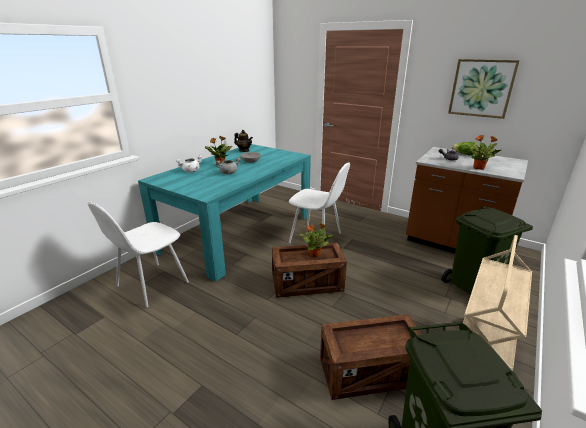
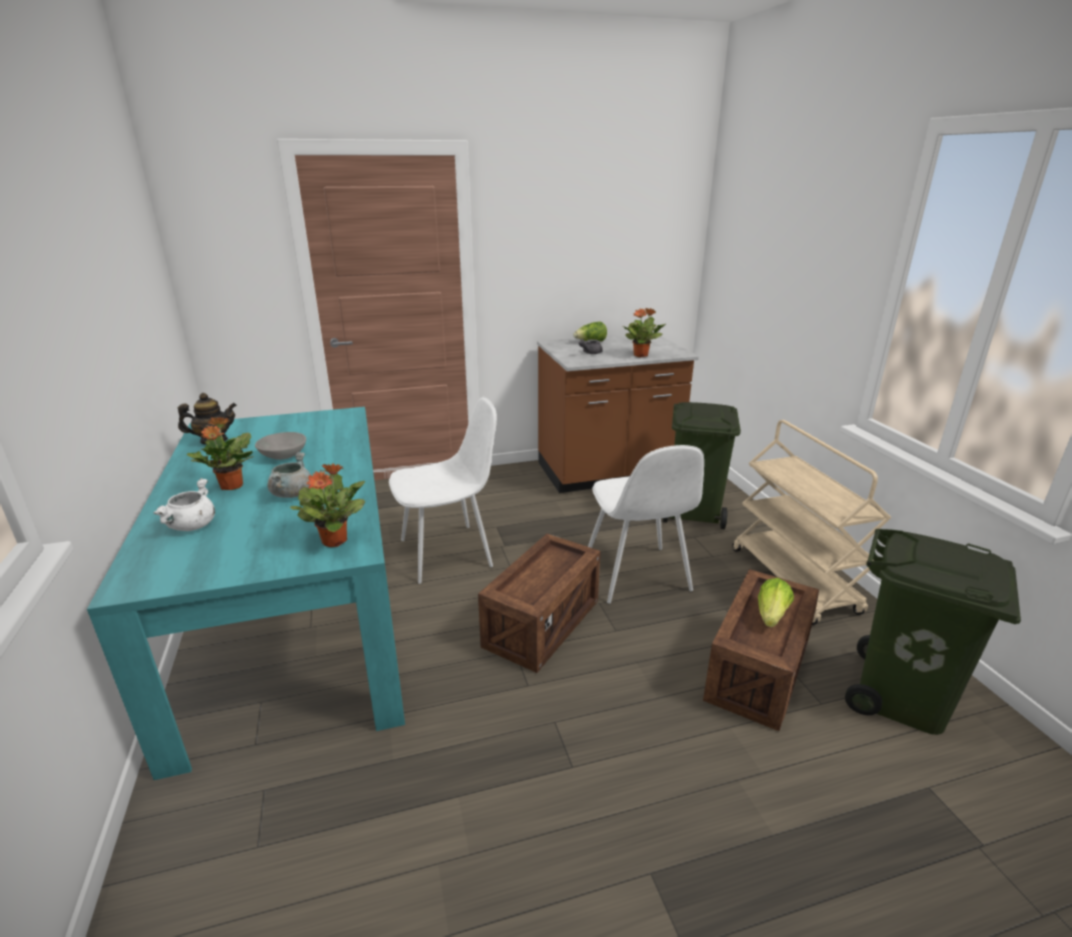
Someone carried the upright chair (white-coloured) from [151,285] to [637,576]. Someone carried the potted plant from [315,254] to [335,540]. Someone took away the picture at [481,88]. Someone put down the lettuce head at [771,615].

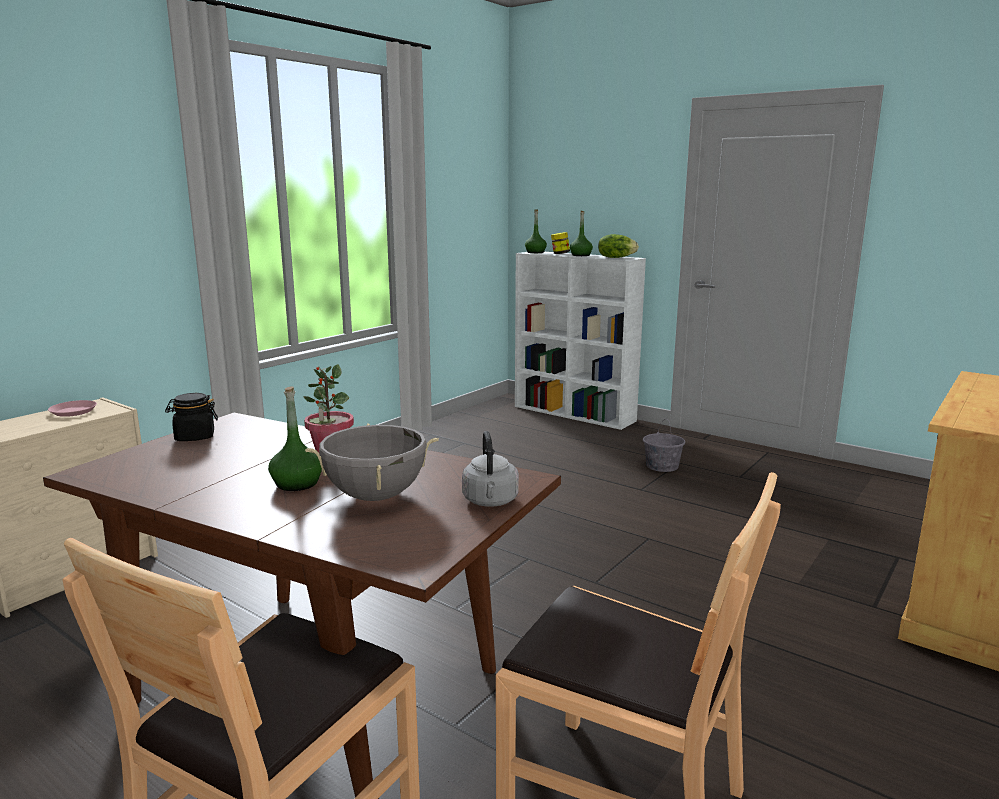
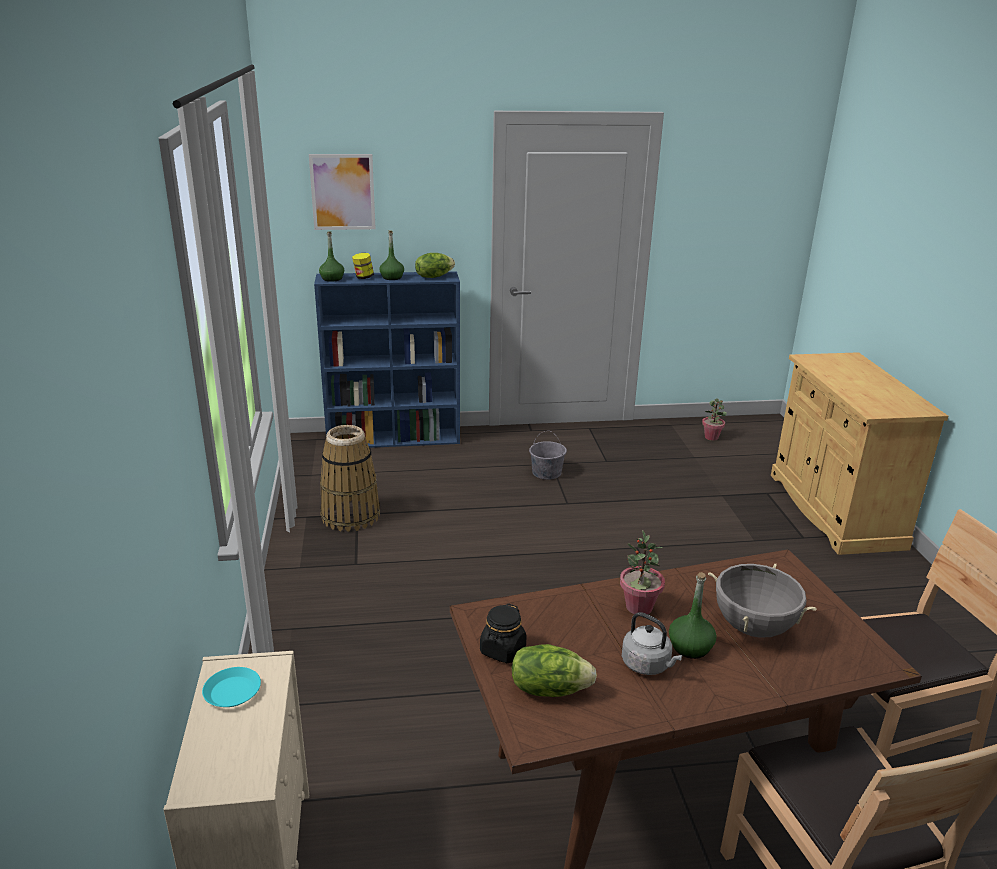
Someone repainted the dinner plate (pink) at [73,411], which became the dinner plate (blue-green) at [232,691]. Someone carried the tea kettle (grey) from [490,501] to [648,665]. Someone repainted the bookcase (white-coloured) at [575,414], which became the bookcase (blue) at [395,438]. Someone put up the picture at [342,192]. Someone put down the storage basket at [350,515]. Someone put down the lettuce head at [549,688]. Someone put down the potted plant at [711,437].

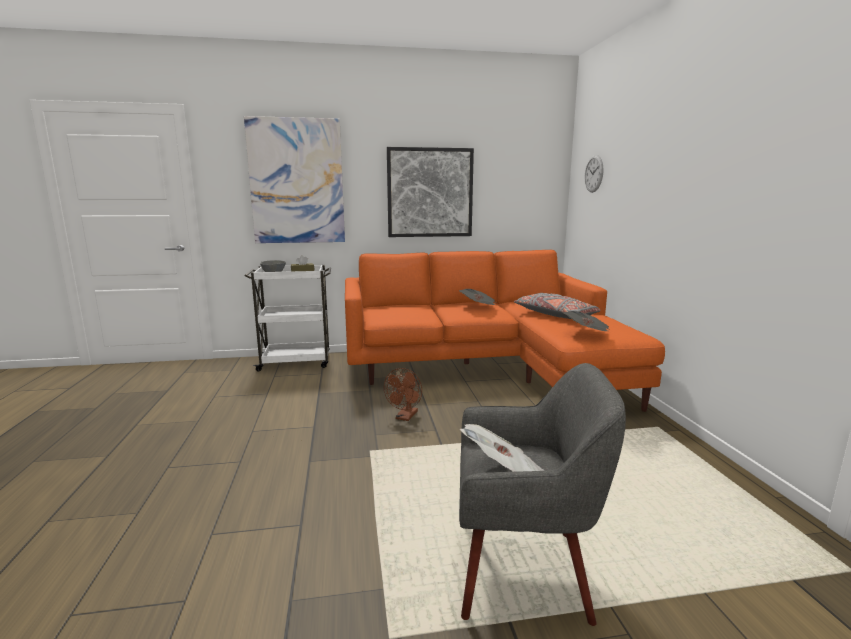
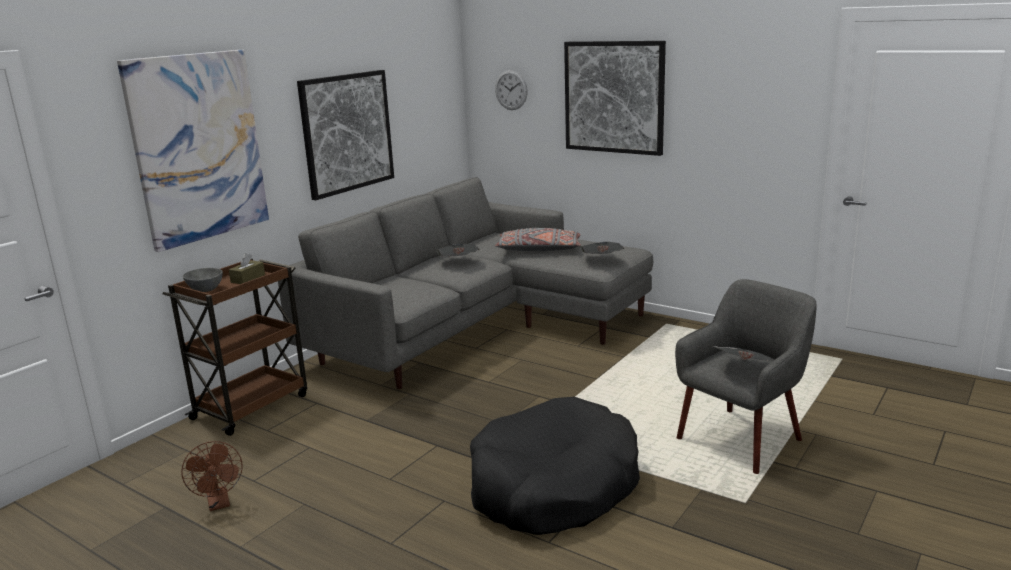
Someone repainted the wheeled cart (white-coloured) at [296,362], which became the wheeled cart (brown) at [252,406]. Someone repainted the sofa (orange-coloured) at [488,370], which became the sofa (grey) at [474,329]. Someone carried the fan (brown) from [405,417] to [219,503]. Someone put down the dog cushion (black) at [553,486]. Someone put up the picture at [614,97].

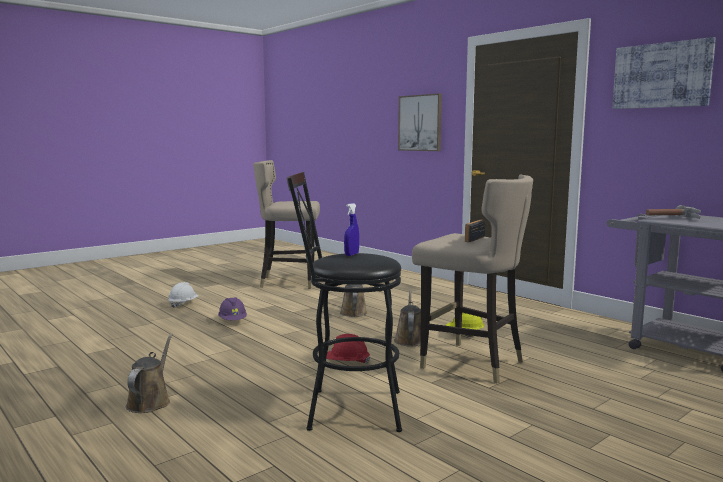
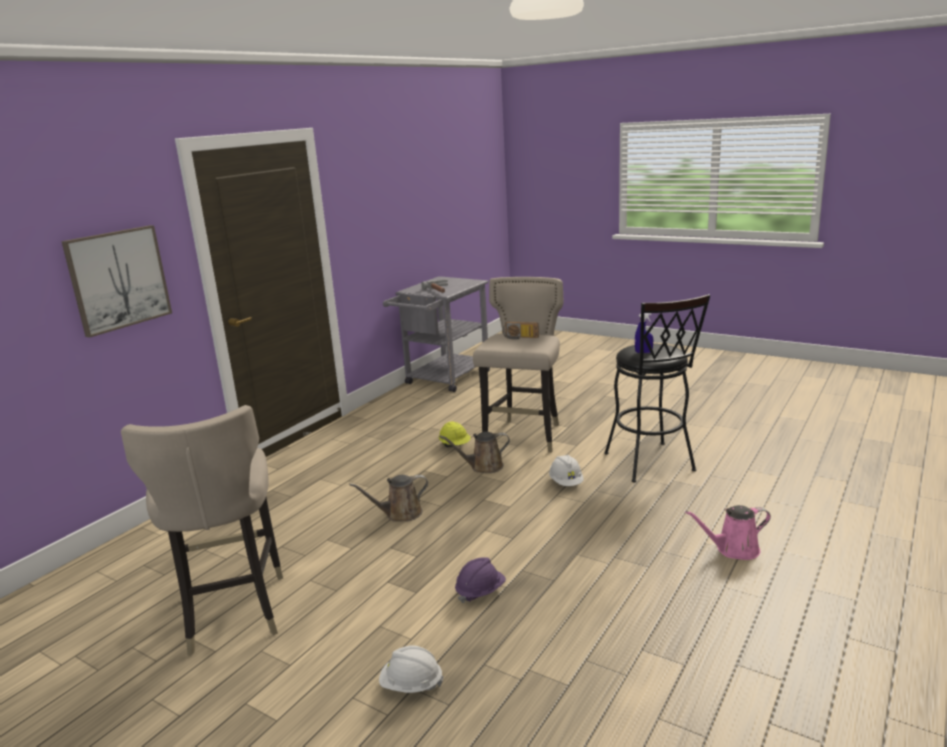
Someone repainted the watering can (brown) at [150,401], which became the watering can (pink) at [733,550]. Someone repainted the work helmet (red) at [347,363], which became the work helmet (white-coloured) at [566,482]. Someone took away the picture at [661,75].

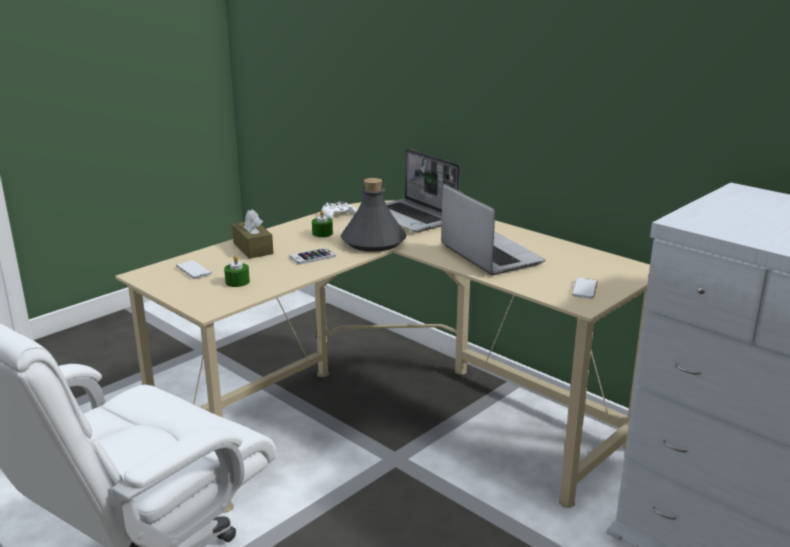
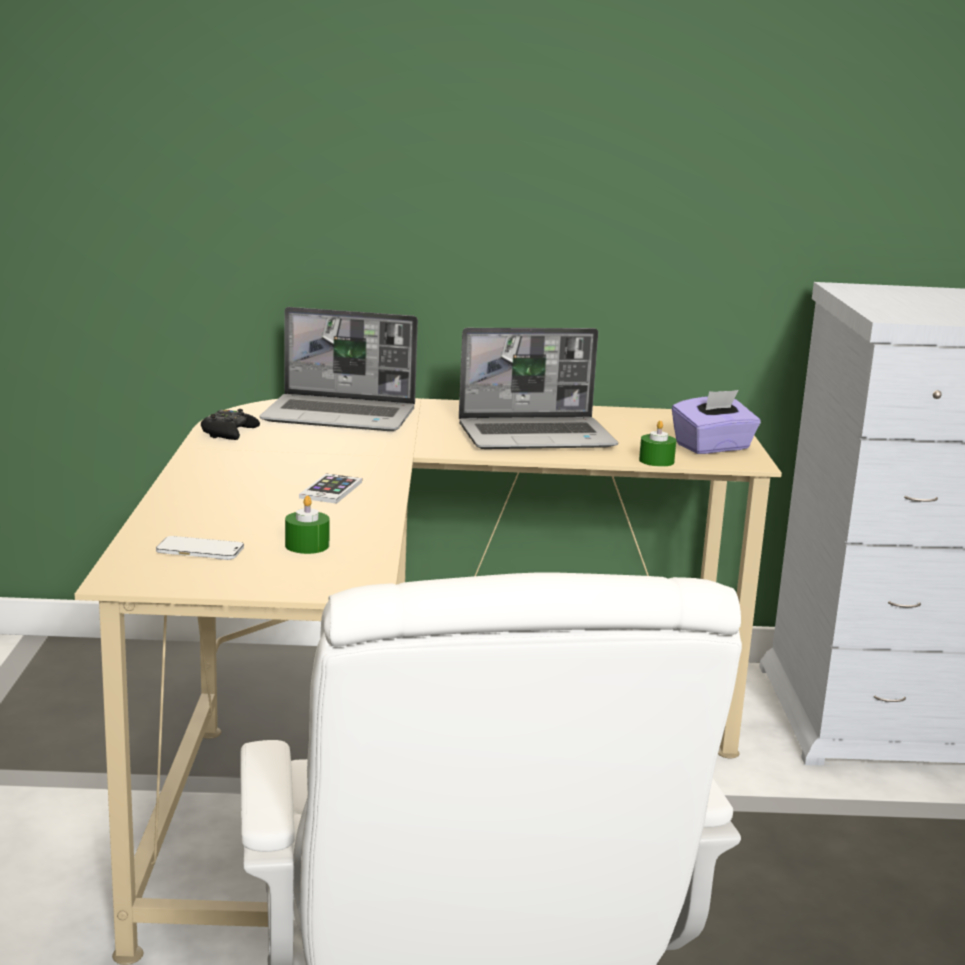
Someone took away the tissue box (brown) at [253,248]. Someone carried the candle (green-coloured) from [322,233] to [656,461]. Someone repainted the game controller (white-coloured) at [338,215], which became the game controller (black) at [229,433]. Someone took away the beverage bottle (grey) at [374,242]. Someone rotated the laptop at [489,254] by 150 degrees clockwise. Someone swapped the handset at [584,289] for the tissue box (purple-coloured) at [713,447].

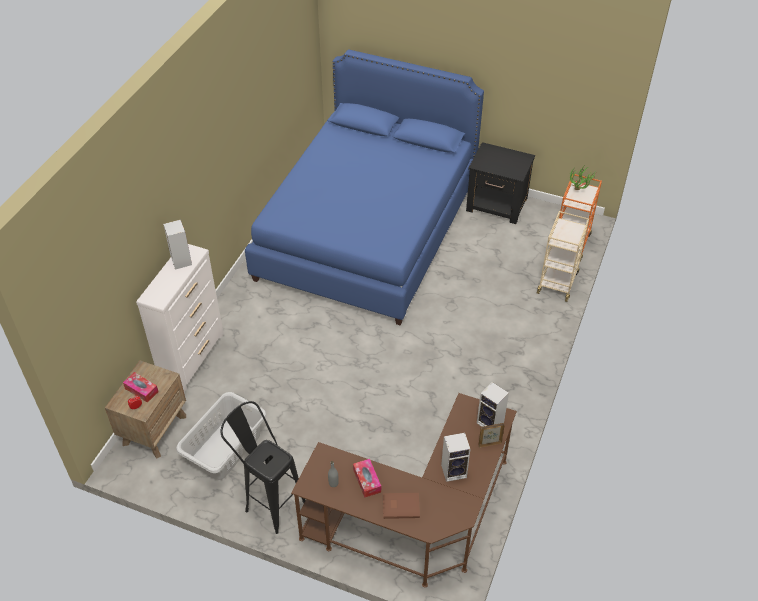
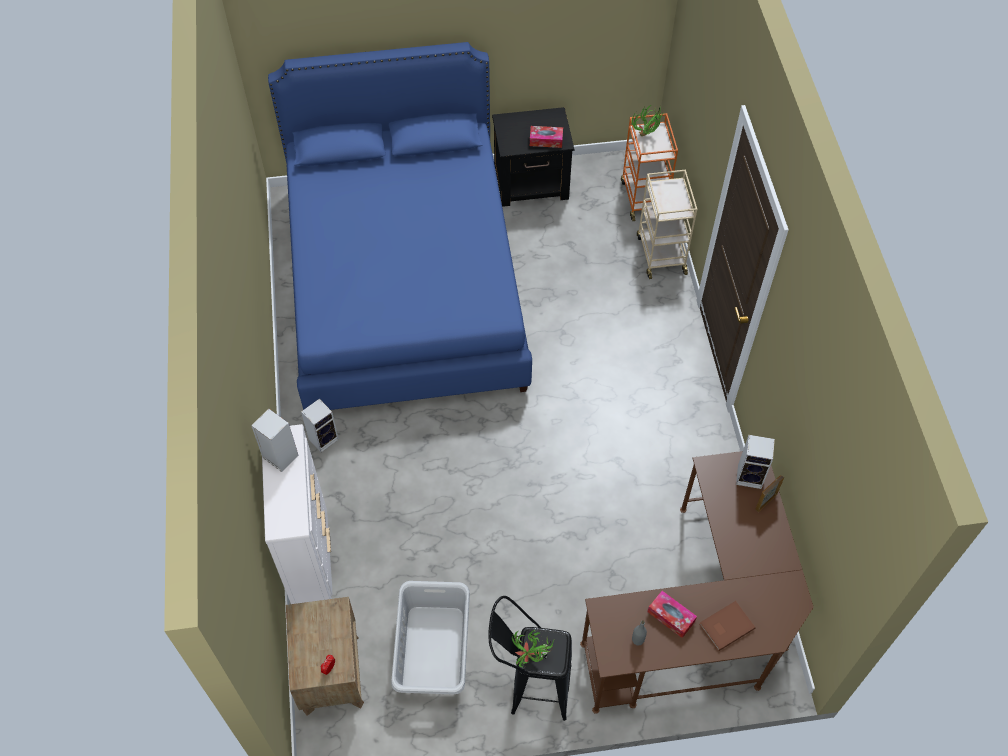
Someone carried the tissue box from [141,390] to [546,140]. Someone carried the speaker from [454,471] to [324,438]. Someone put down the potted plant at [530,659].

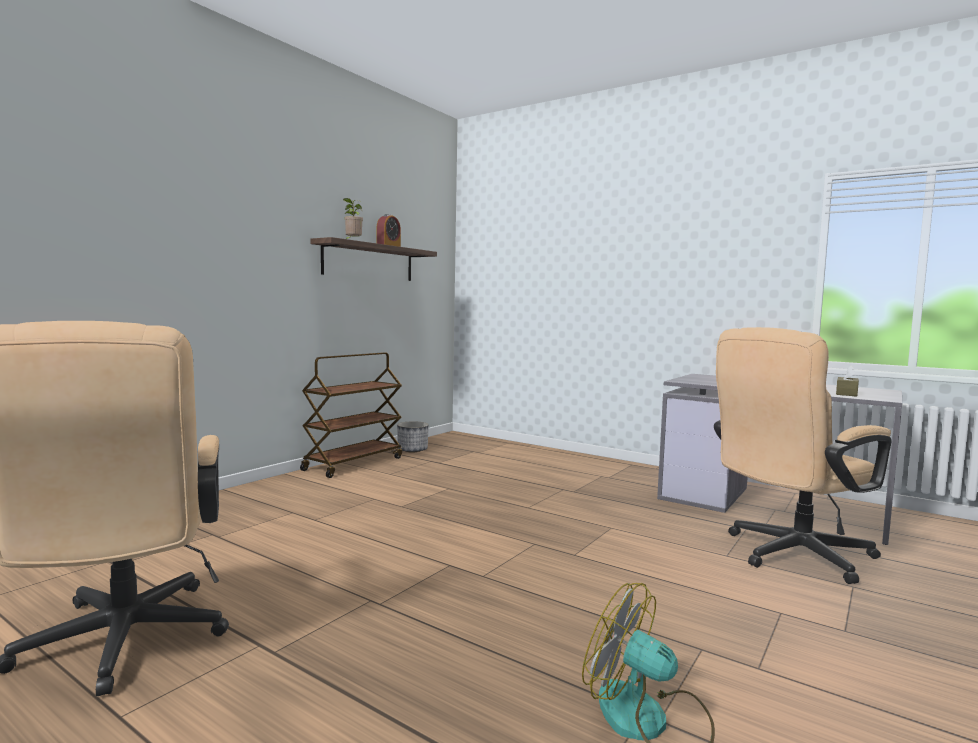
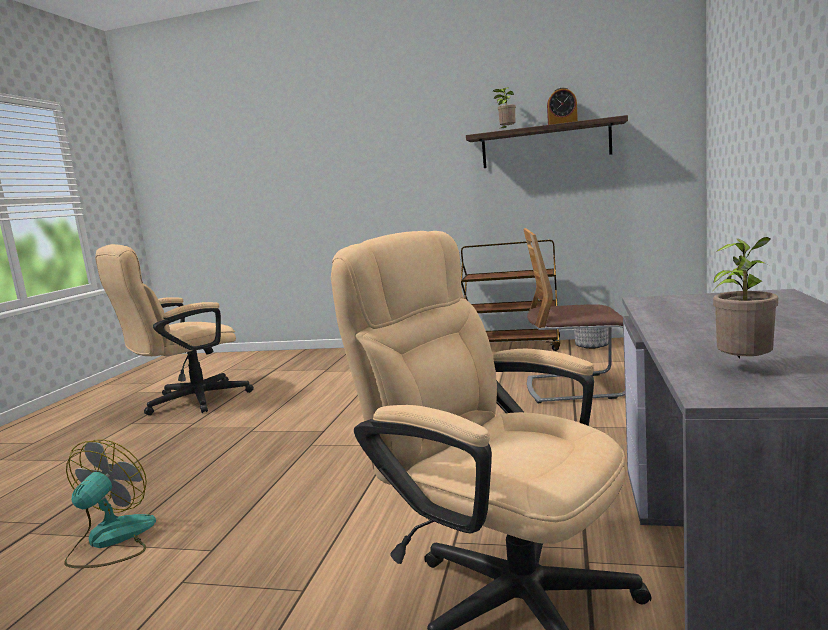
Someone swapped the tissue box (brown) at [846,393] for the potted plant at [744,368]. Someone put down the upright chair at [576,387].

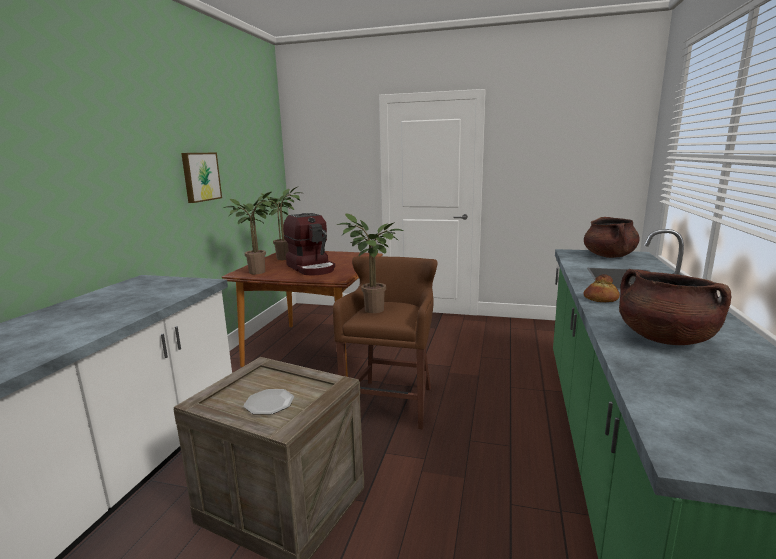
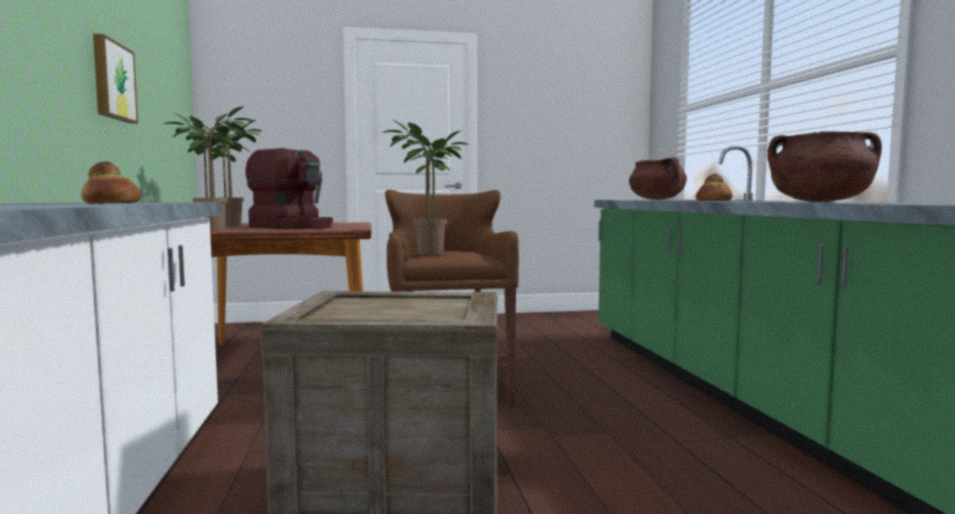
Someone took away the dinner plate at [269,403]. Someone put down the bakery bread at [112,203].

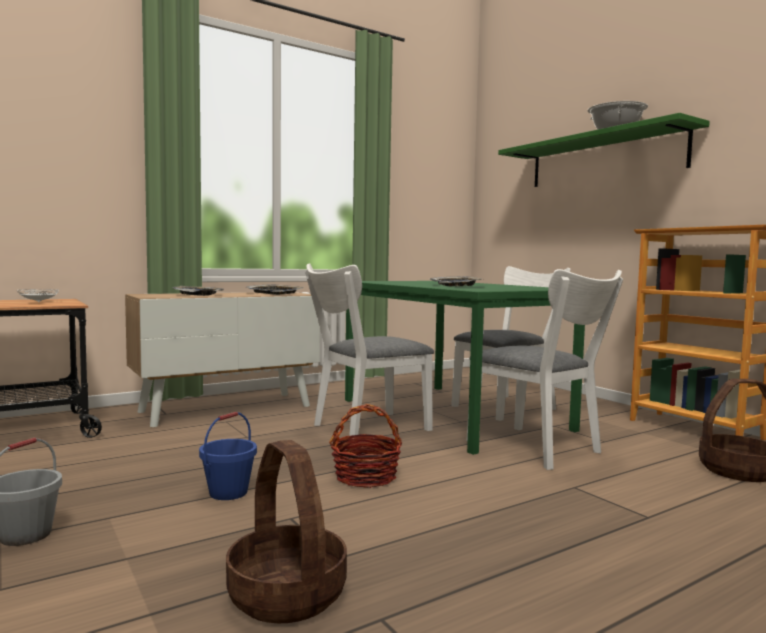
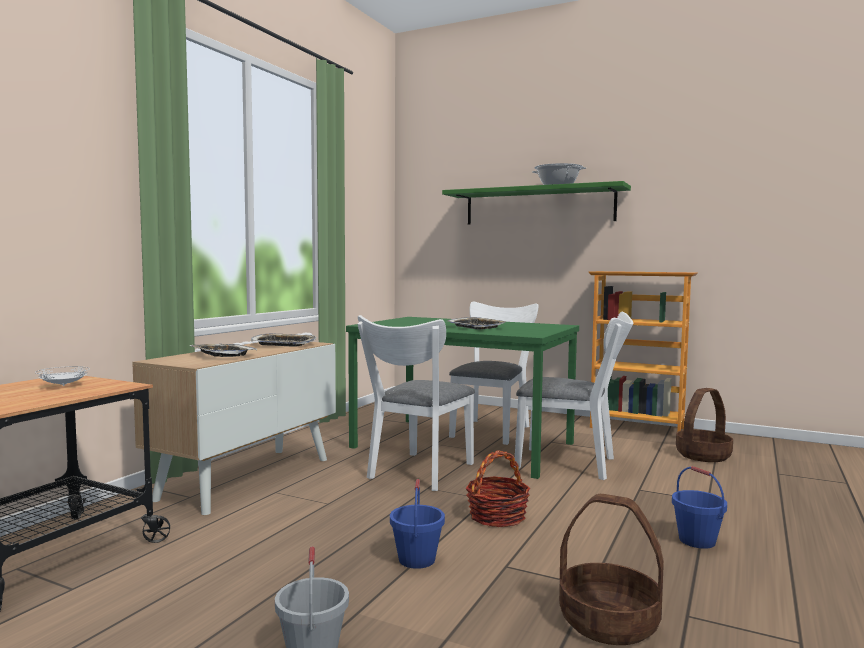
Someone put down the pail (blue) at [696,541].

